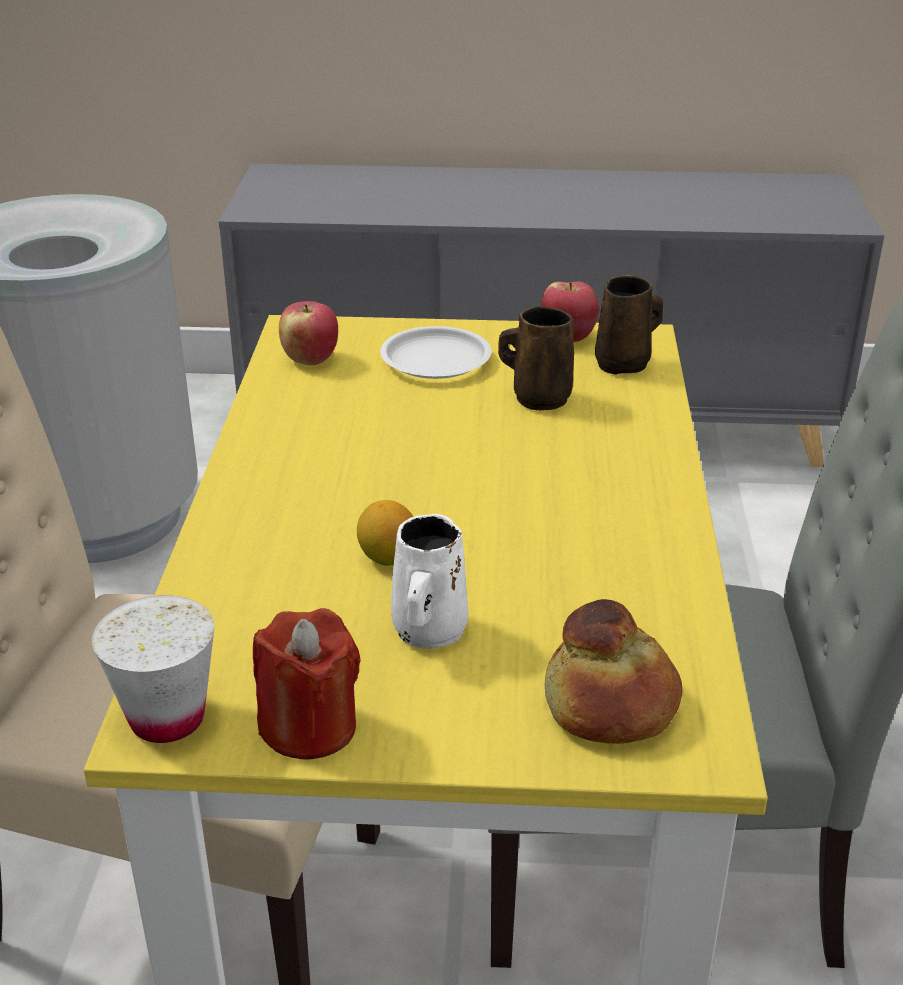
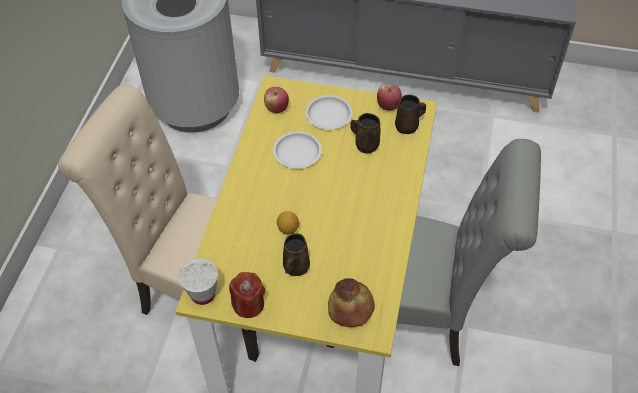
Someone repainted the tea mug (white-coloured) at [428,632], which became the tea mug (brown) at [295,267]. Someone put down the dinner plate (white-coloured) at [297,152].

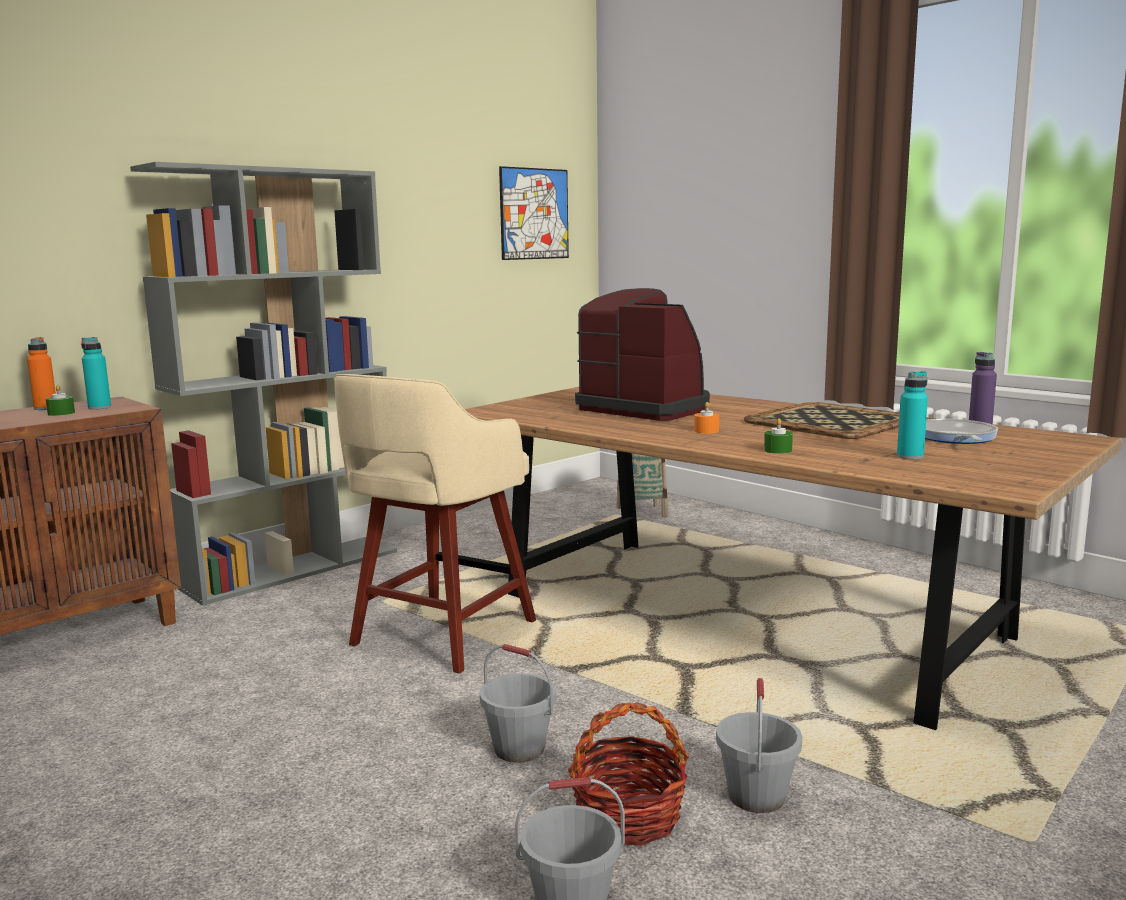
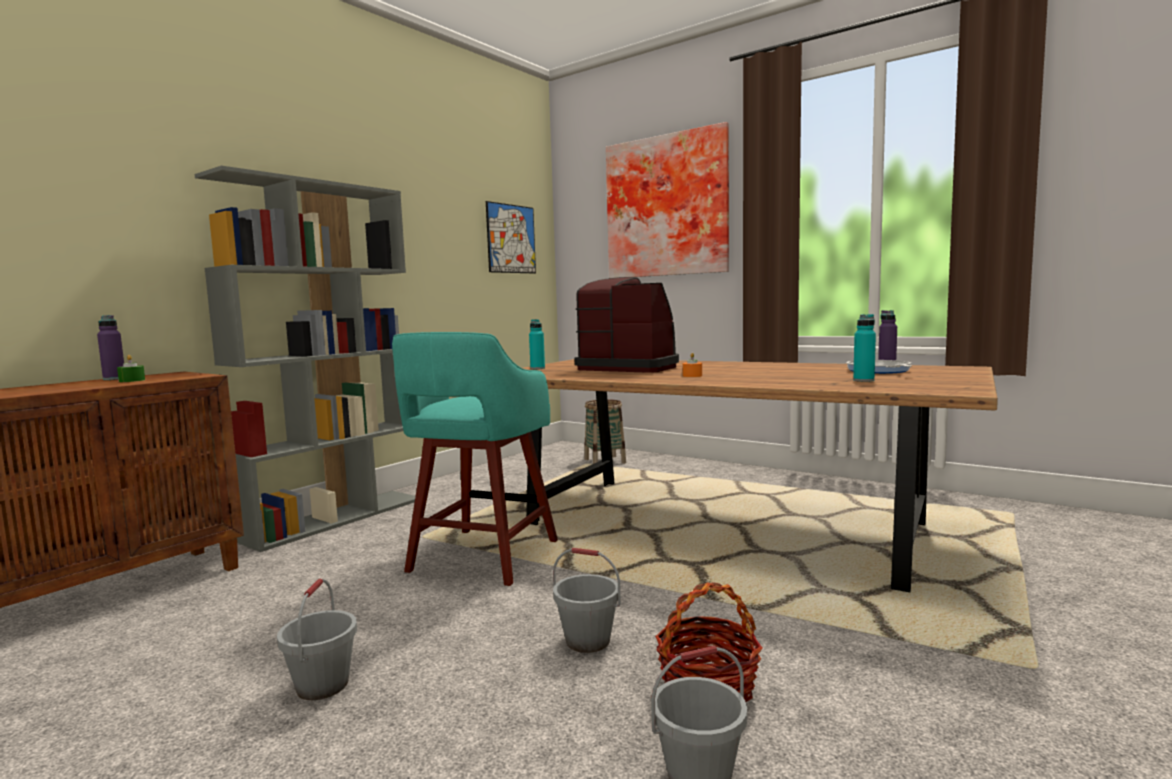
Someone repainted the beverage bottle (orange-coloured) at [45,408], which became the beverage bottle (purple-coloured) at [114,379]. Someone carried the beverage bottle (blue-green) from [99,407] to [537,368]. Someone repainted the stool (sand-coloured) at [440,635], which became the stool (blue-green) at [481,558]. Someone carried the pail (grey) from [756,796] to [322,685]. Someone took away the serving tray at [831,422]. Someone took away the candle (green-coloured) at [778,450]. Someone put up the picture at [668,206].

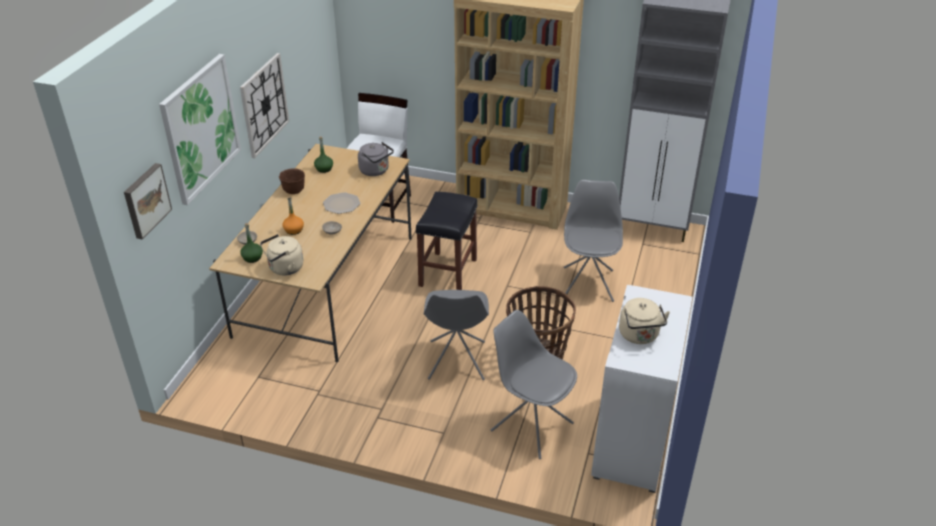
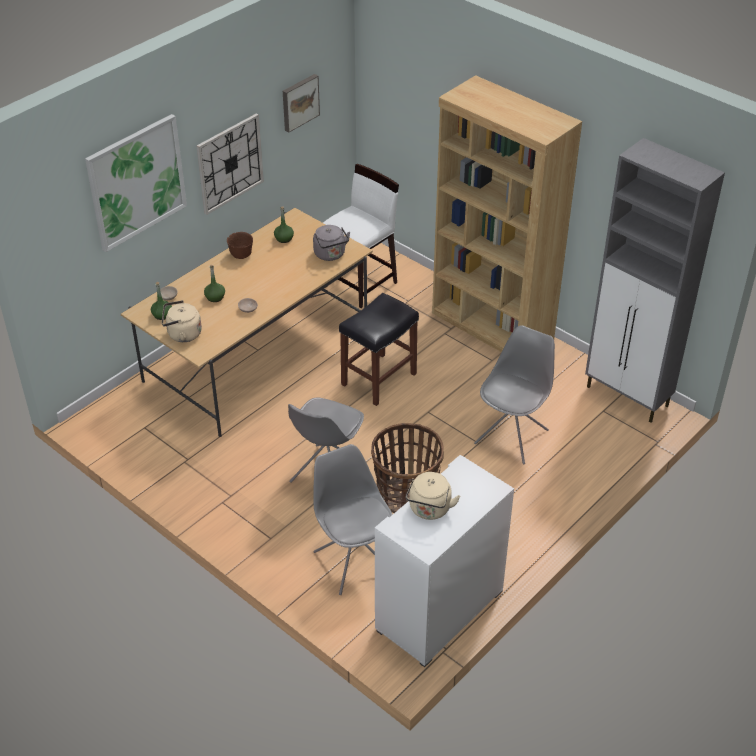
Someone carried the picture from [145,200] to [299,102]. Someone repainted the beverage bottle (orange-coloured) at [294,230], which became the beverage bottle (green-coloured) at [215,297]. Someone took away the dinner plate at [342,204].

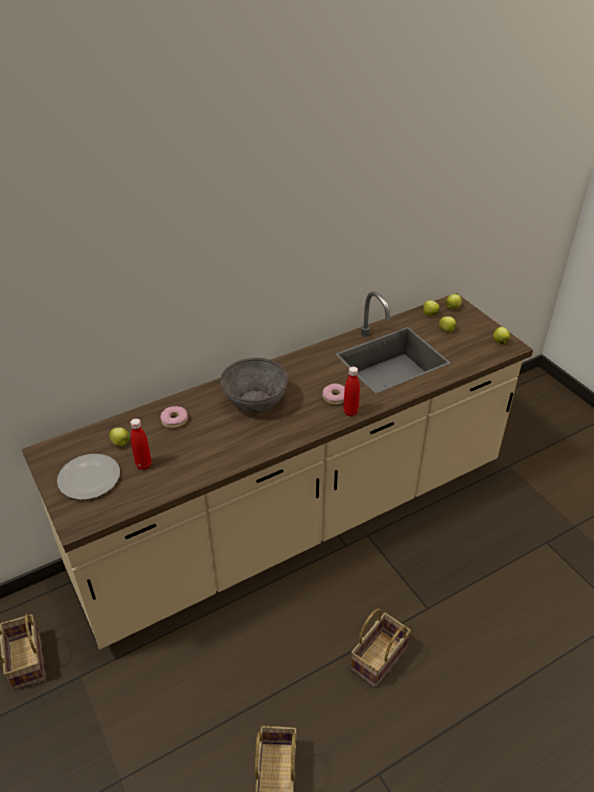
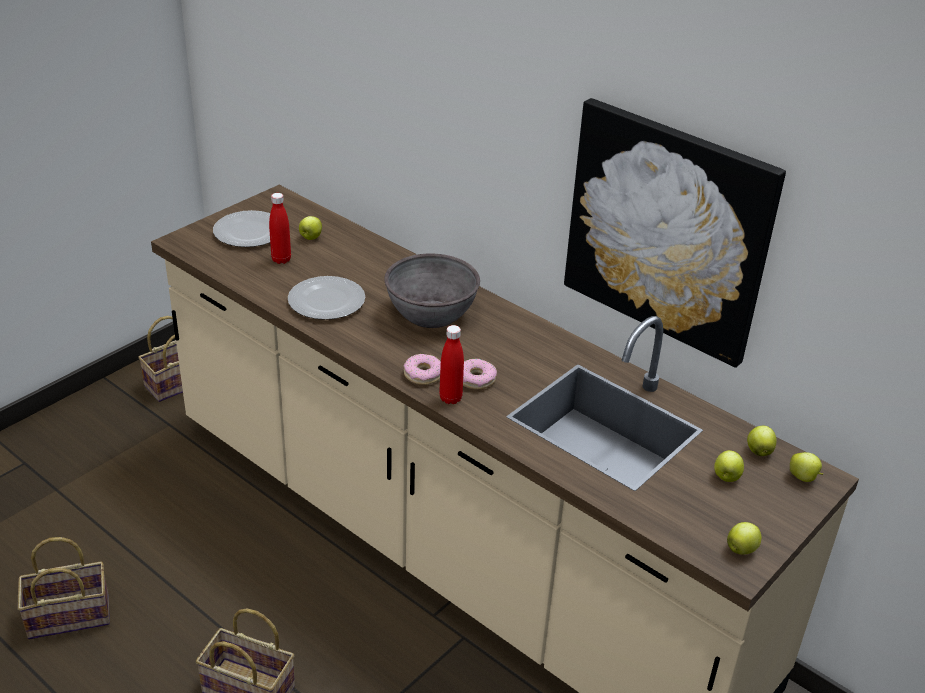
Someone carried the donut from [174,420] to [423,374]. Someone put down the dinner plate at [325,301]. Someone put up the picture at [668,230].

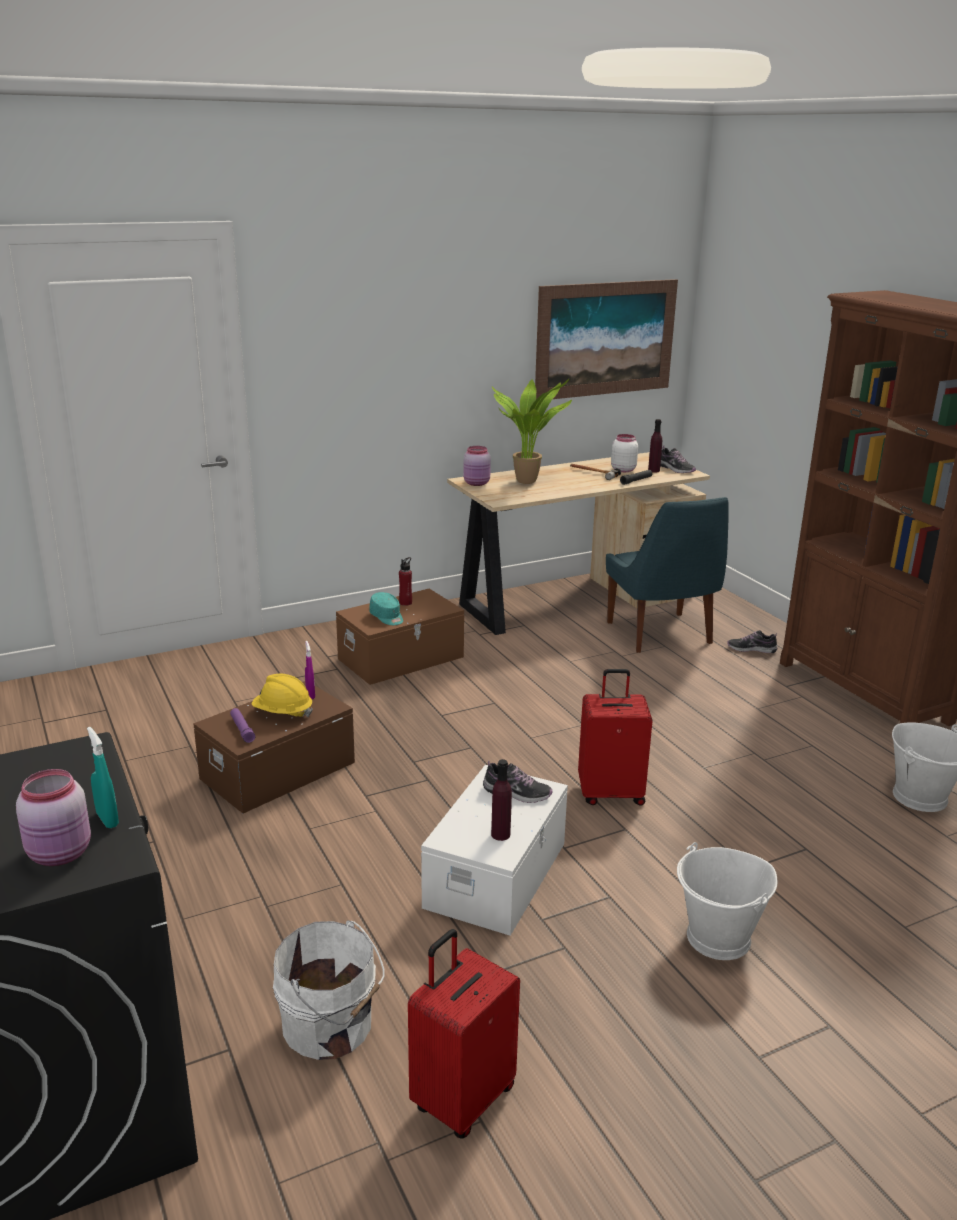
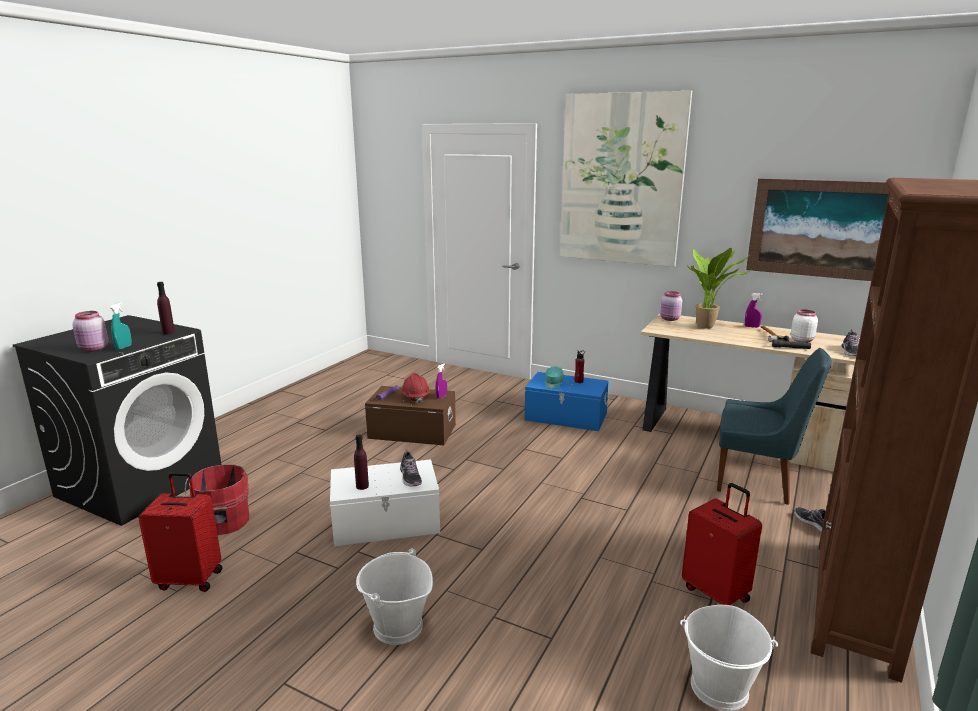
Someone repainted the work helmet (yellow-coloured) at [283,713], which became the work helmet (red) at [415,397]. Someone repainted the pail (white-coloured) at [331,1027], which became the pail (red) at [223,522]. Someone repainted the storage container (brown) at [402,658], which became the storage container (blue) at [566,417]. Someone carried the piece of luggage (red) from [611,793] to [716,593]. Someone rotated the upright chair (blue) at [661,635] by 105 degrees counterclockwise. Someone carried the beverage bottle (purple-coloured) from [654,470] to [168,332]. Someone put up the picture at [621,180]. Someone put down the spray bottle (purple-coloured) at [751,327].

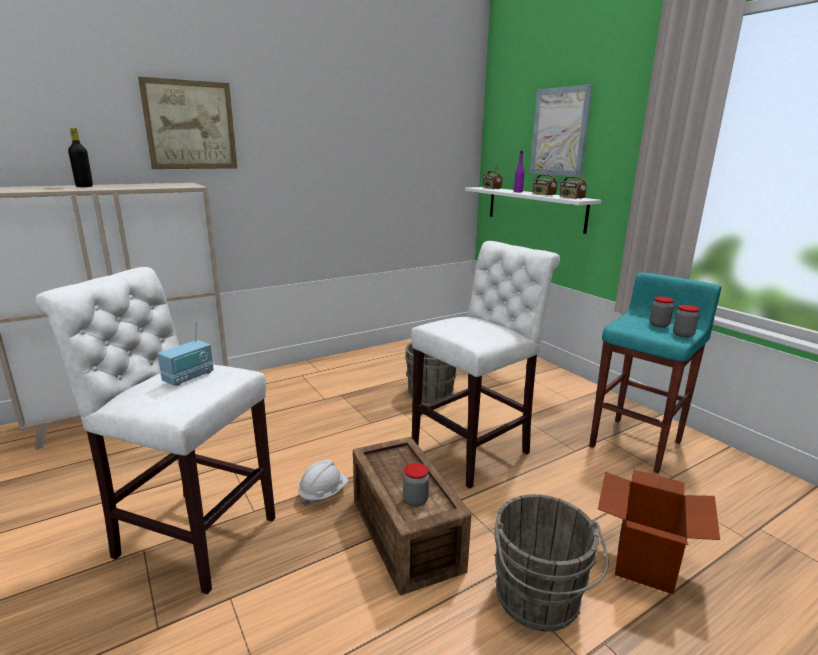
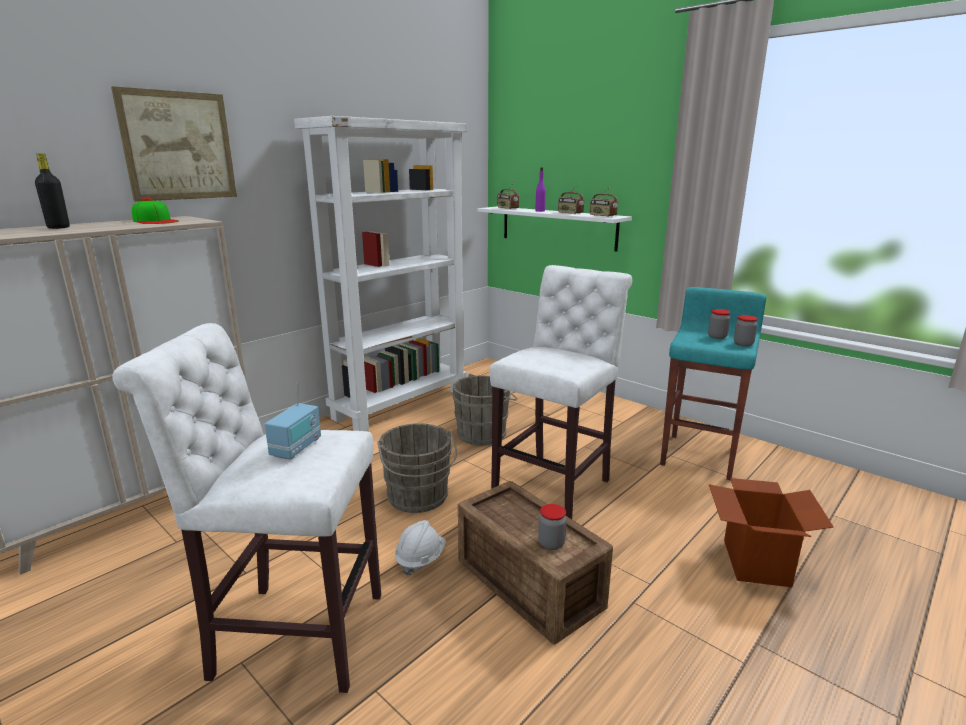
Someone carried the pail (grey) from [538,601] to [418,498]. Someone took away the picture at [559,132]. Someone put down the peaked cap at [155,221]. Someone put down the bookcase (white-coloured) at [401,404].

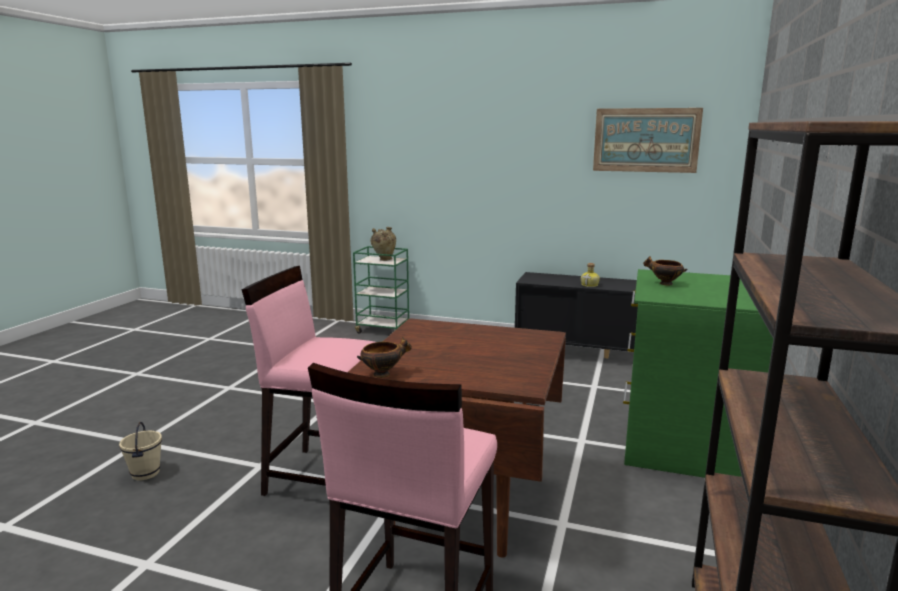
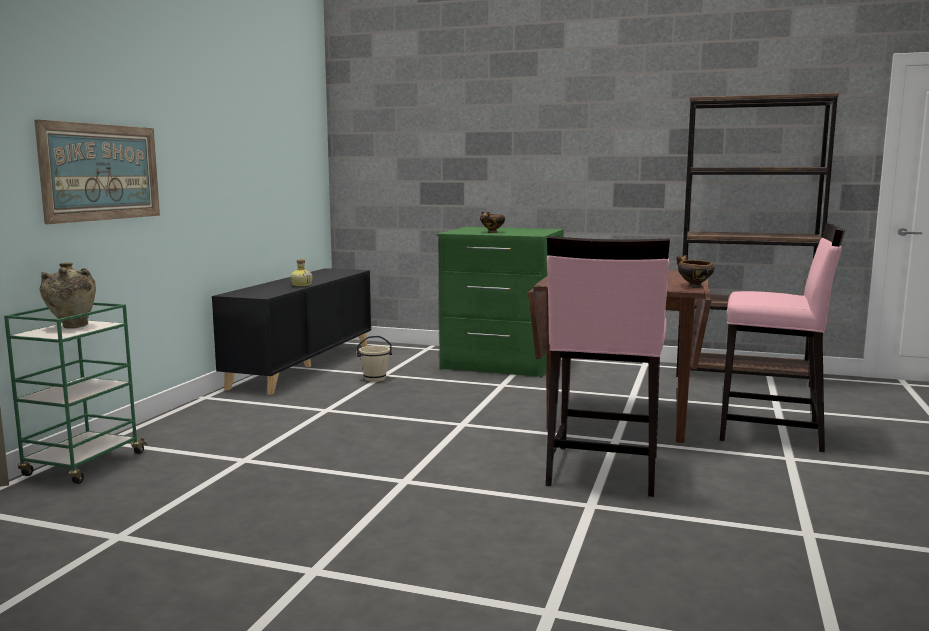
Someone carried the pail (sand-coloured) from [146,473] to [375,379]. Someone carried the picture from [646,140] to [101,172].

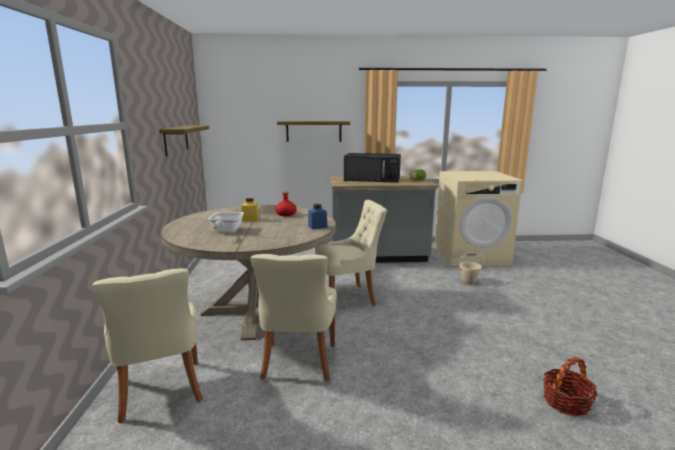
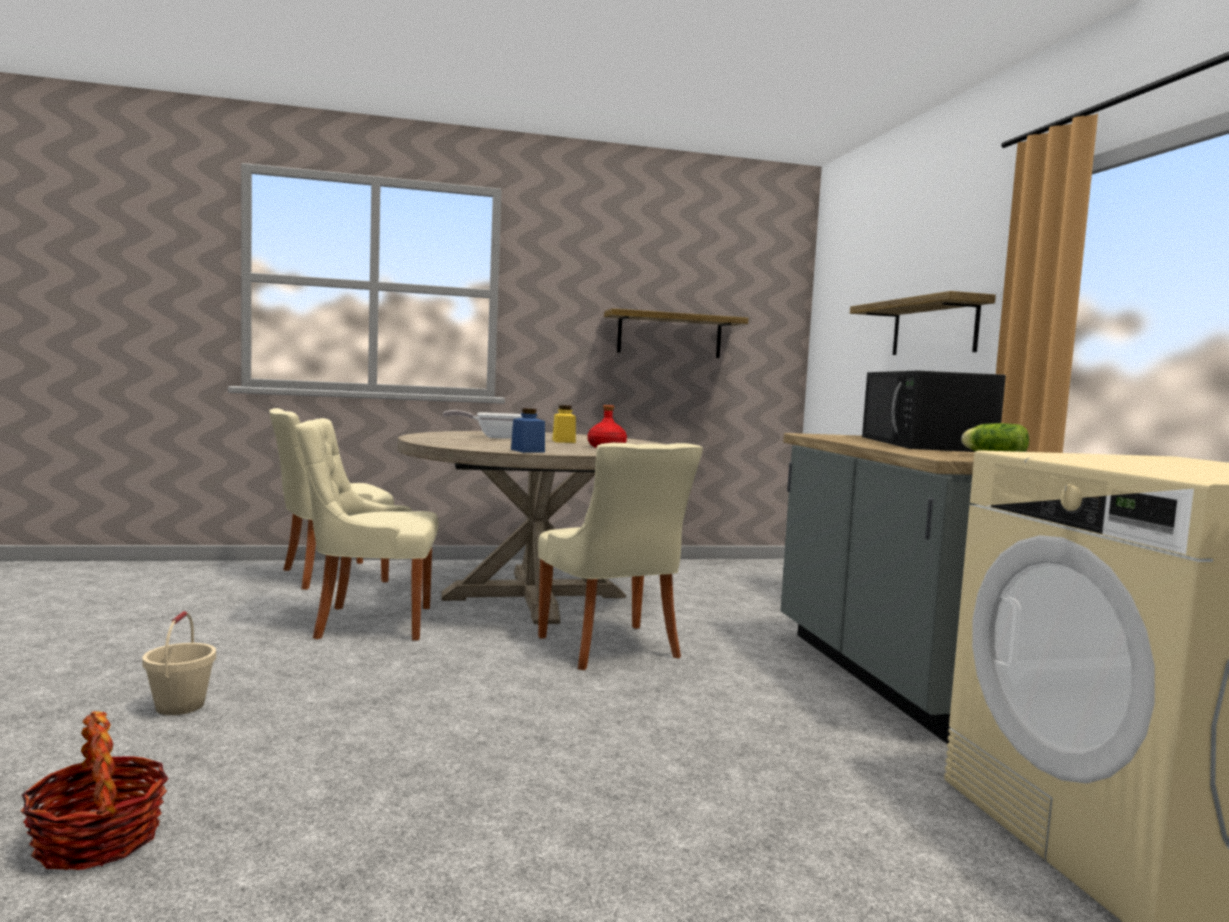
Someone carried the pail (sand-coloured) from [469,281] to [180,706].

